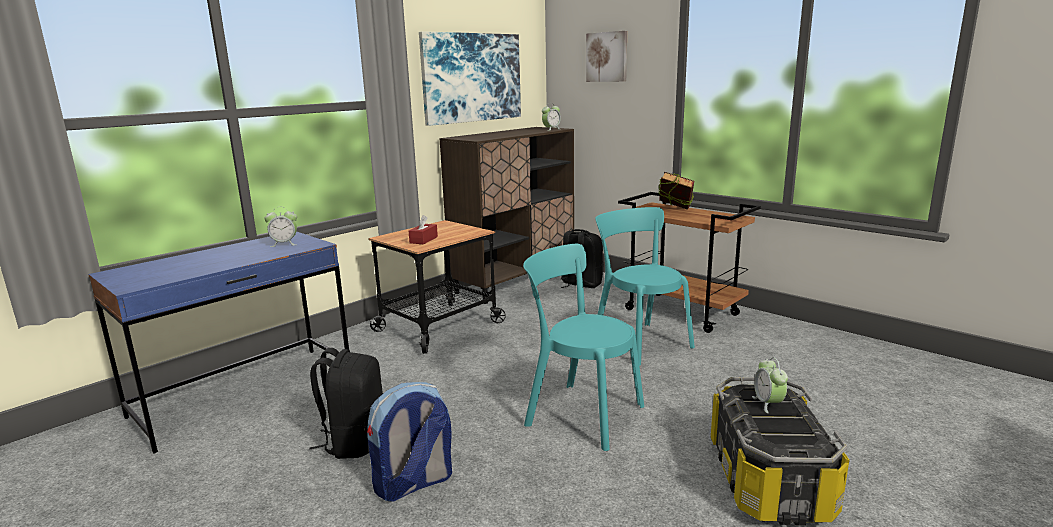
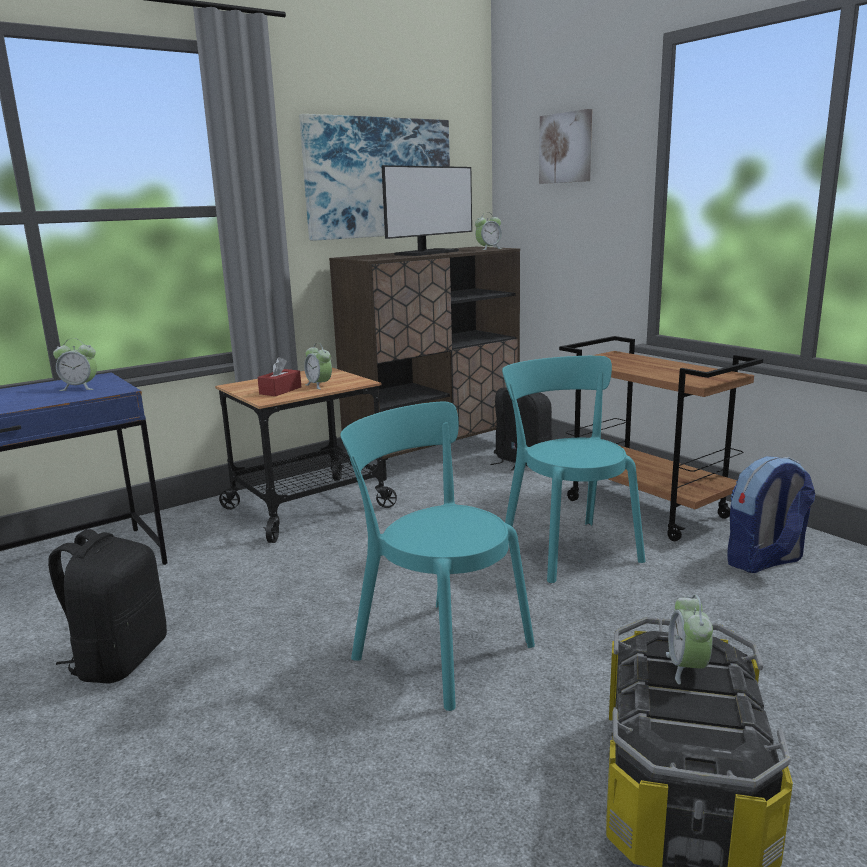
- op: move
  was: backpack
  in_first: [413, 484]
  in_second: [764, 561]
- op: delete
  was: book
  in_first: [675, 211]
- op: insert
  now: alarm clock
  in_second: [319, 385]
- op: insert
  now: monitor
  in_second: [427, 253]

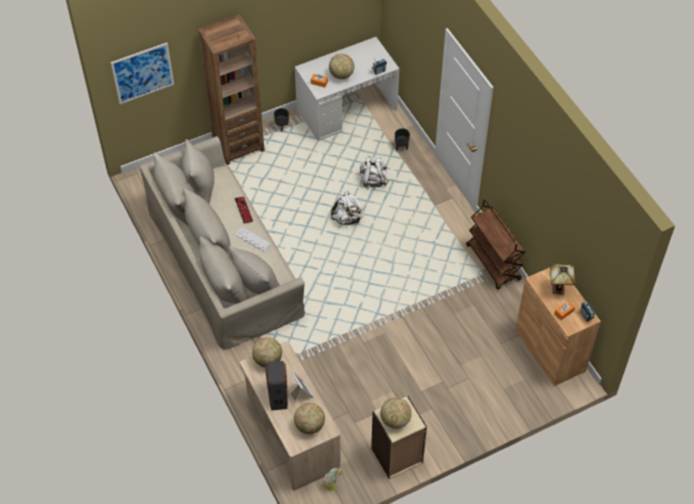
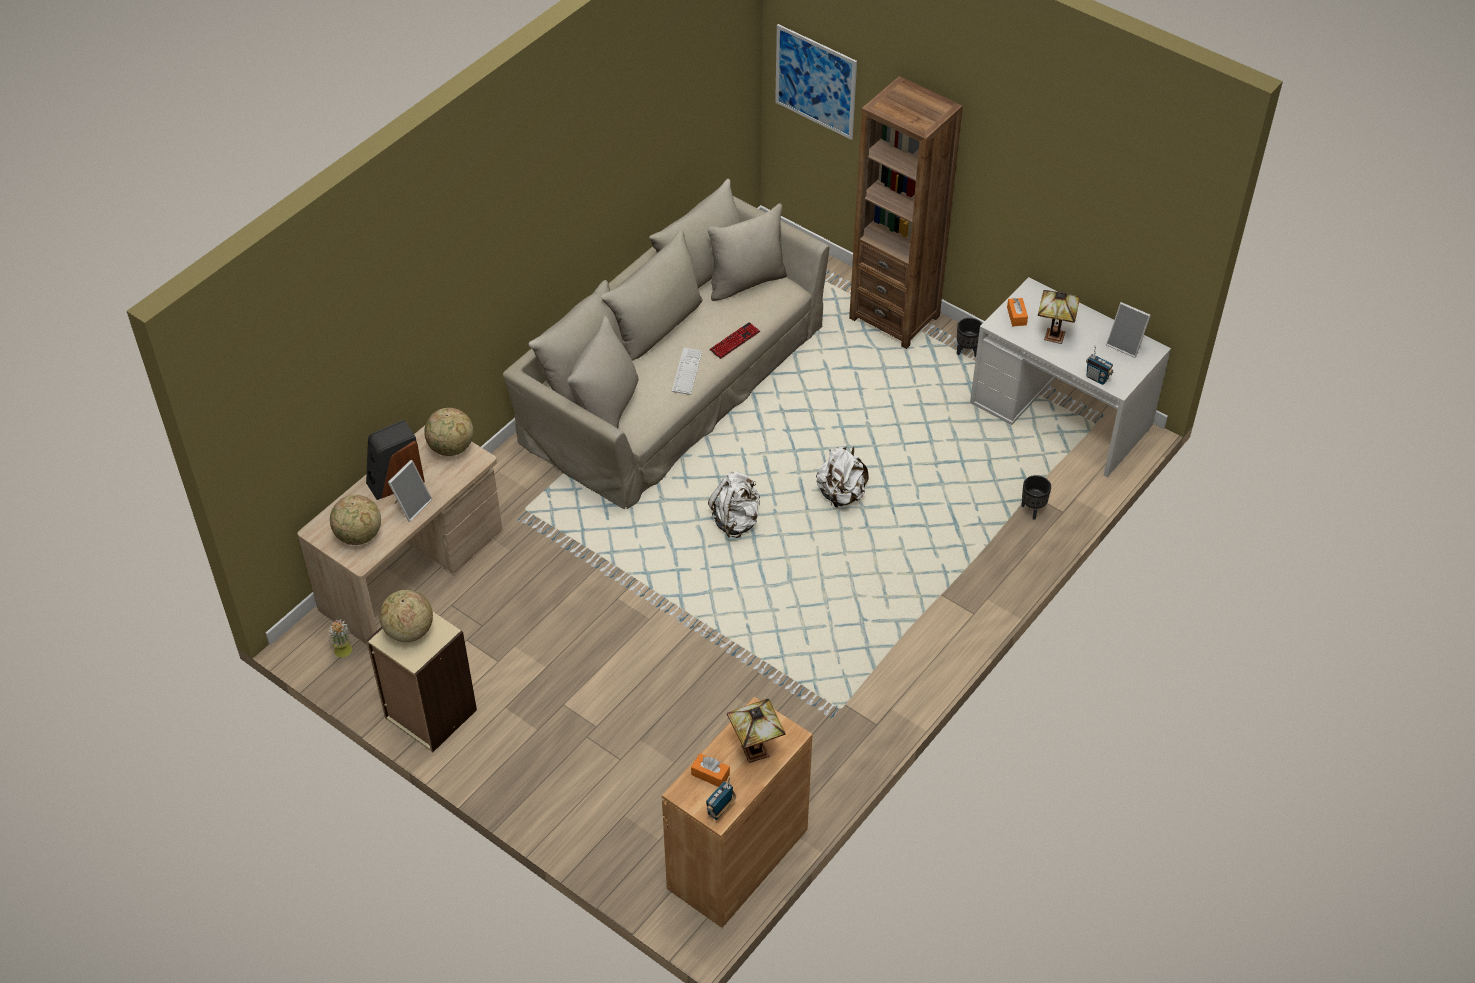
- op: replace
  was: globe
  now: table lamp
  in_first: [341, 75]
  in_second: [1052, 336]
- op: move
  was: white backpack
  in_first: [373, 180]
  in_second: [736, 521]
- op: delete
  was: brown cart
  in_first: [493, 263]
- op: insert
  now: picture frame
  in_second: [1126, 345]

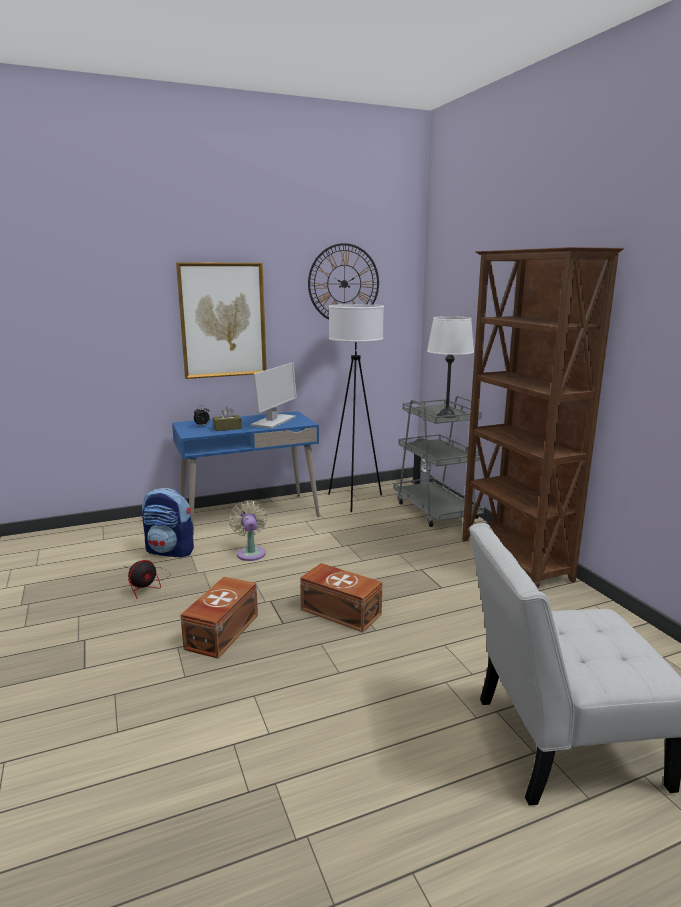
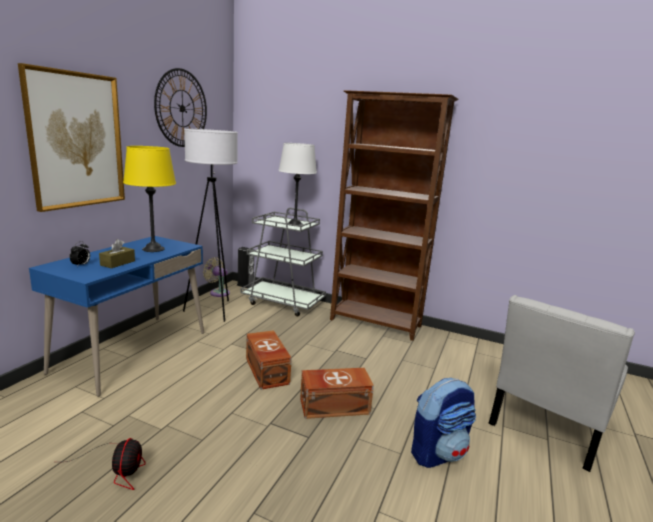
- op: move
  was: backpack
  in_first: [170, 551]
  in_second: [438, 452]
- op: move
  was: brown storage box
  in_first: [220, 632]
  in_second: [266, 371]
- op: move
  was: beige fan
  in_first: [250, 552]
  in_second: [218, 292]
- op: replace
  was: monitor
  now: yellow table lamp
  in_first: [273, 421]
  in_second: [153, 249]

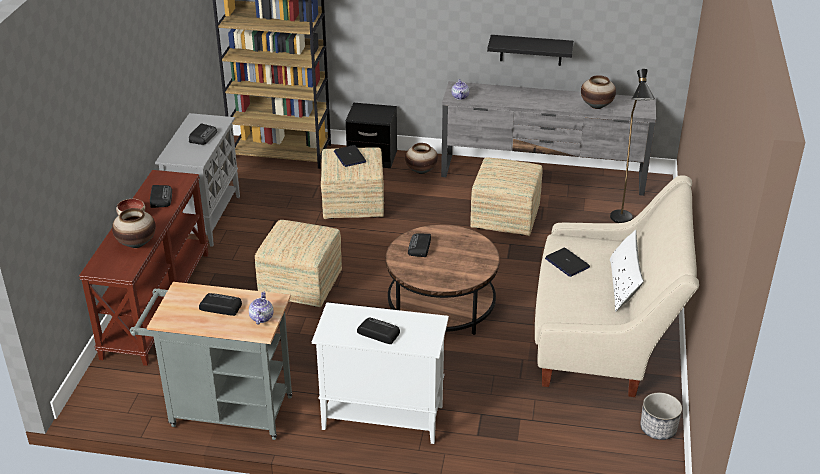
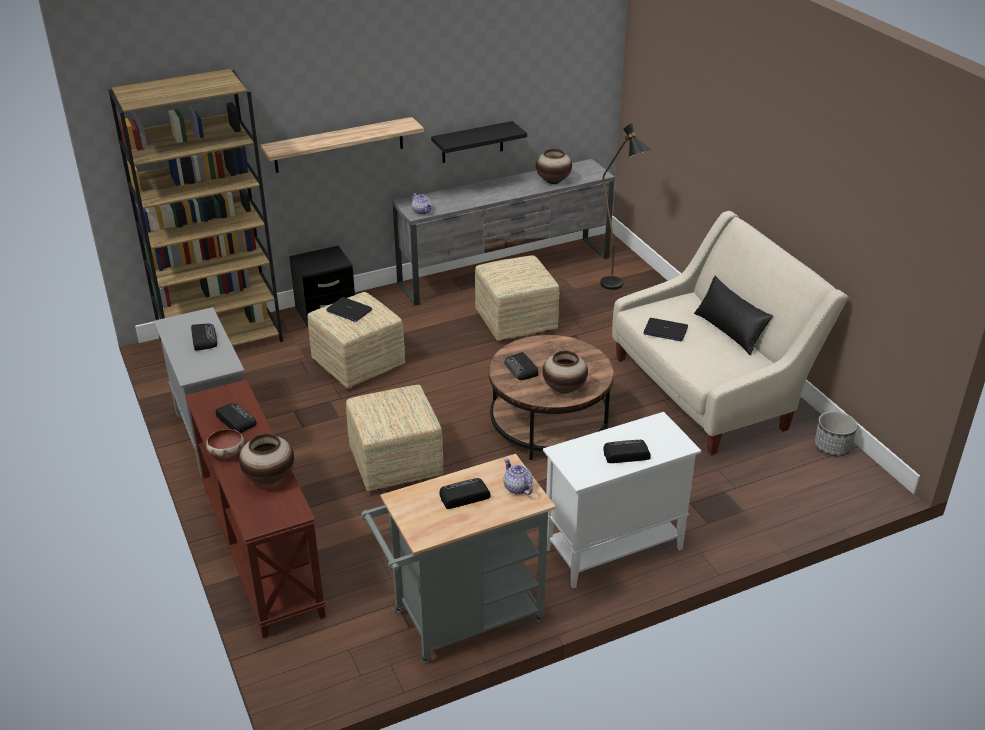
- op: move
  was: vase
  in_first: [421, 171]
  in_second: [564, 388]
- op: recolor
  was: white pillow
  now: black pillow
  in_first: [623, 285]
  in_second: [729, 330]
- op: insert
  now: shelf
  in_second: [339, 145]

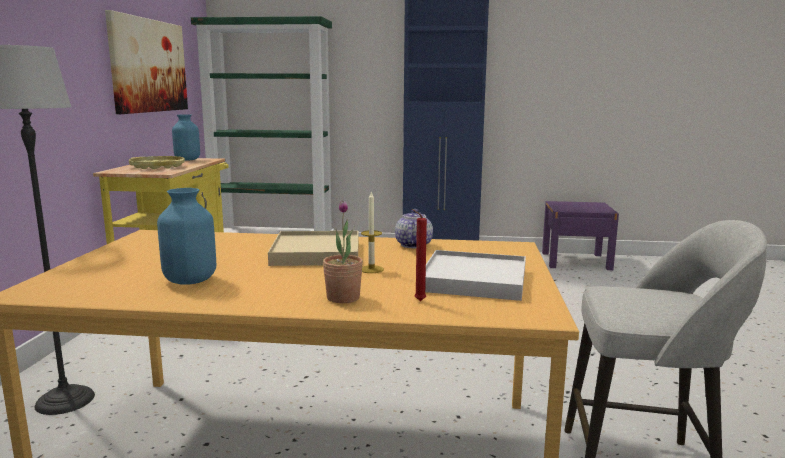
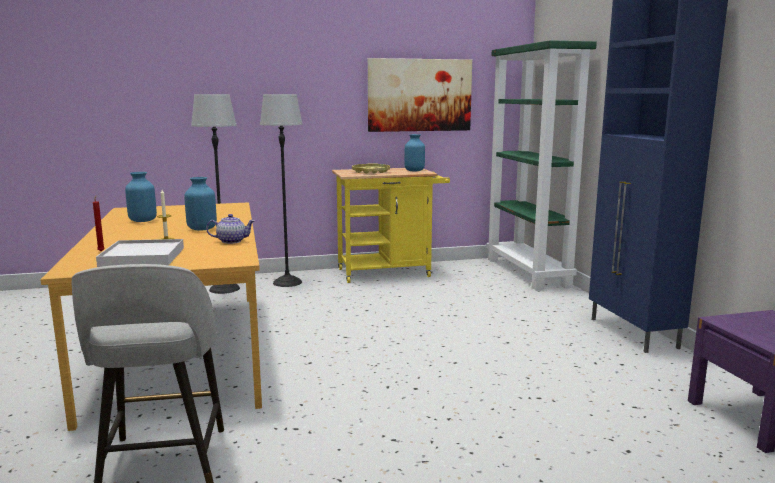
- op: replace
  was: beige tray
  now: blue vase
  in_first: [316, 253]
  in_second: [202, 229]
- op: delete
  was: potted plant
  in_first: [343, 298]
- op: insert
  now: floor lamp
  in_second: [287, 282]

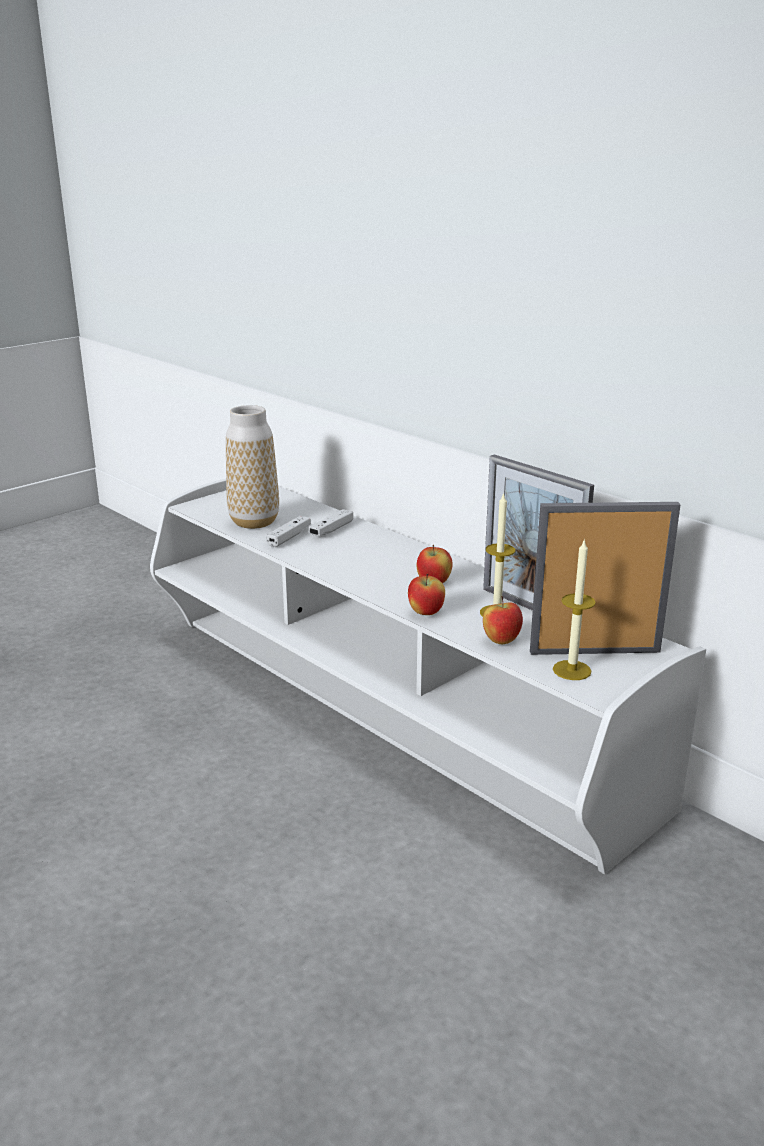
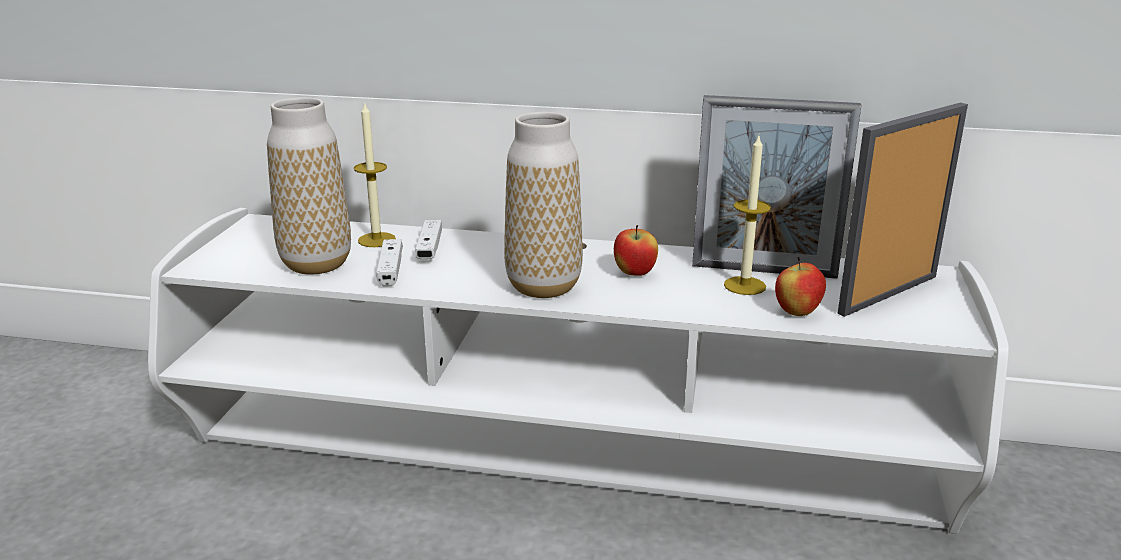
- op: delete
  was: apple
  in_first: [426, 613]
- op: move
  was: candle
  in_first: [572, 670]
  in_second: [376, 240]
- op: insert
  now: vase
  in_second: [543, 286]

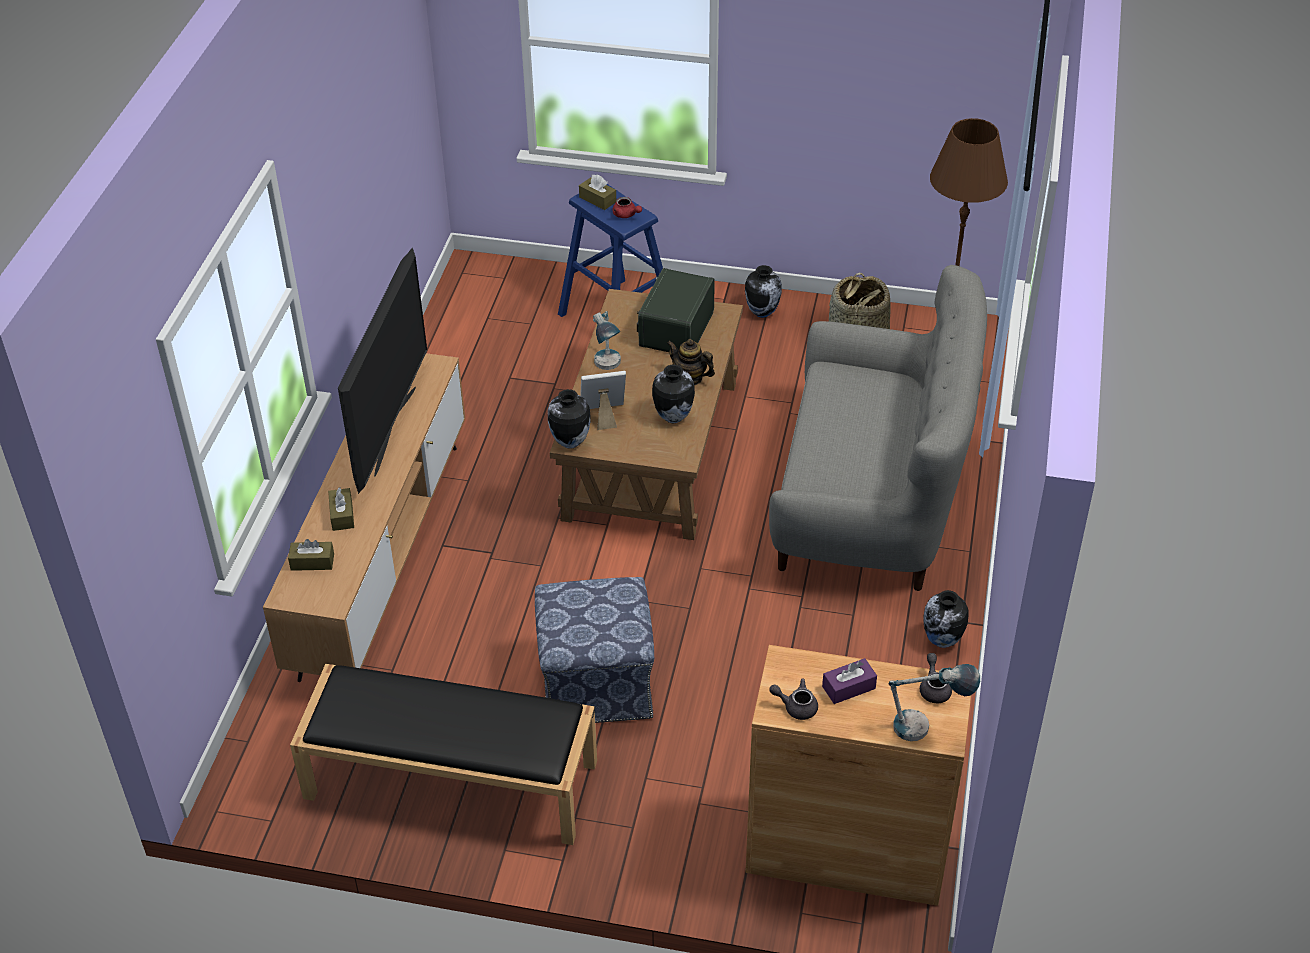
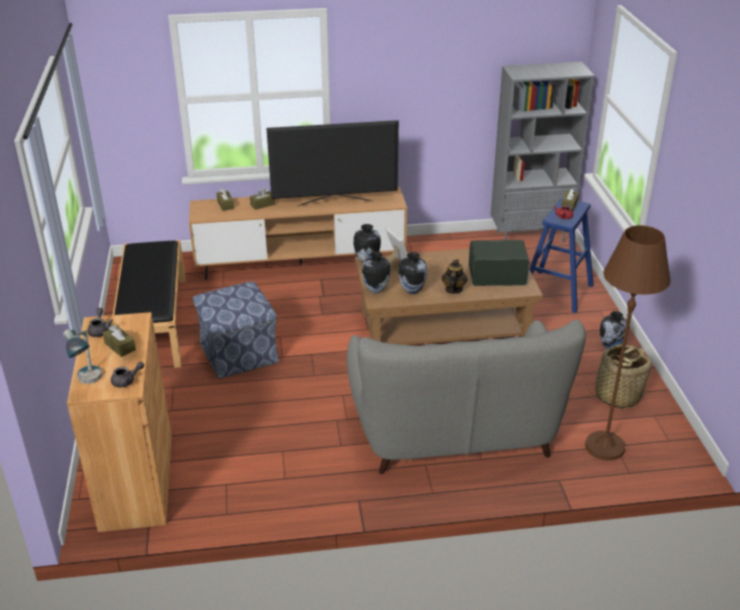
- op: delete
  was: table lamp
  in_first: [608, 369]
- op: recolor
  was: purple tissue box
  now: brown tissue box
  in_first: [848, 687]
  in_second: [120, 346]
- op: move
  was: vase
  in_first: [942, 641]
  in_second: [375, 290]
- op: insert
  now: grey bookcase
  in_second: [530, 236]

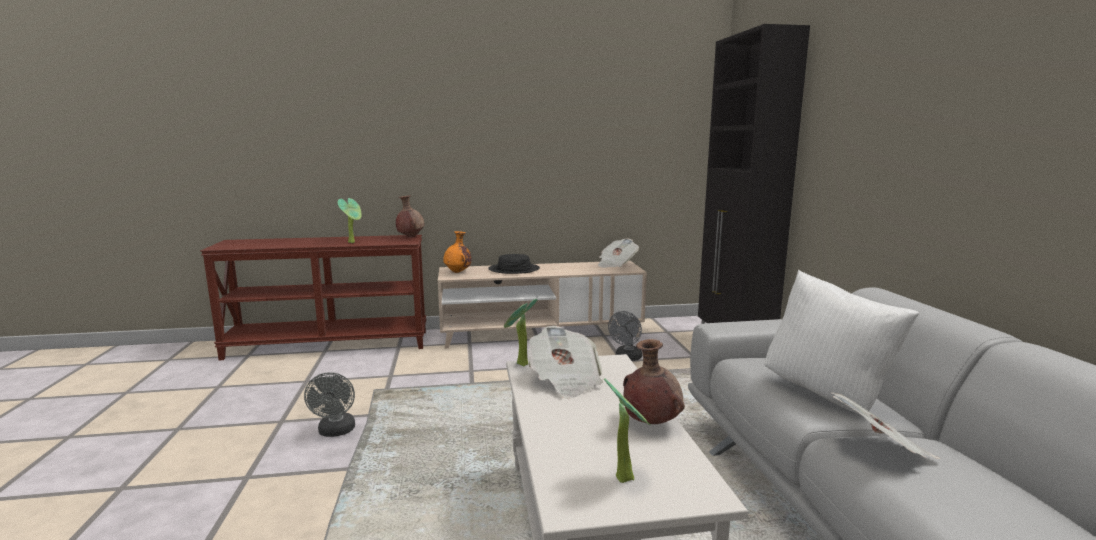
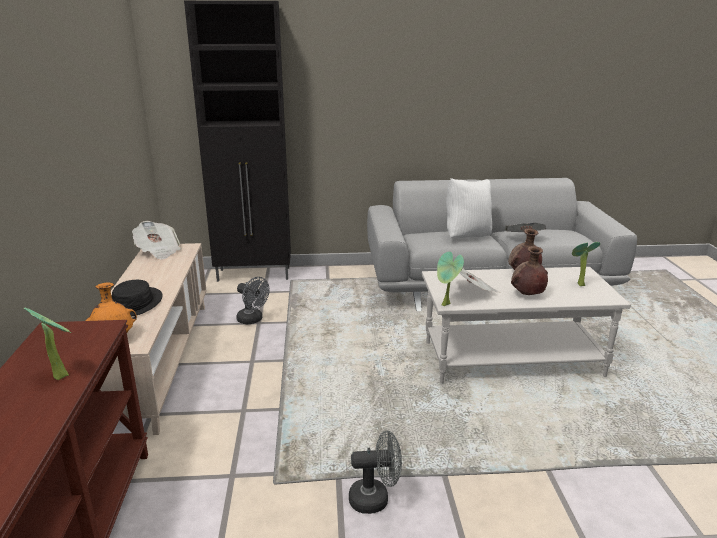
- op: move
  was: brown vase
  in_first: [410, 237]
  in_second: [527, 295]

